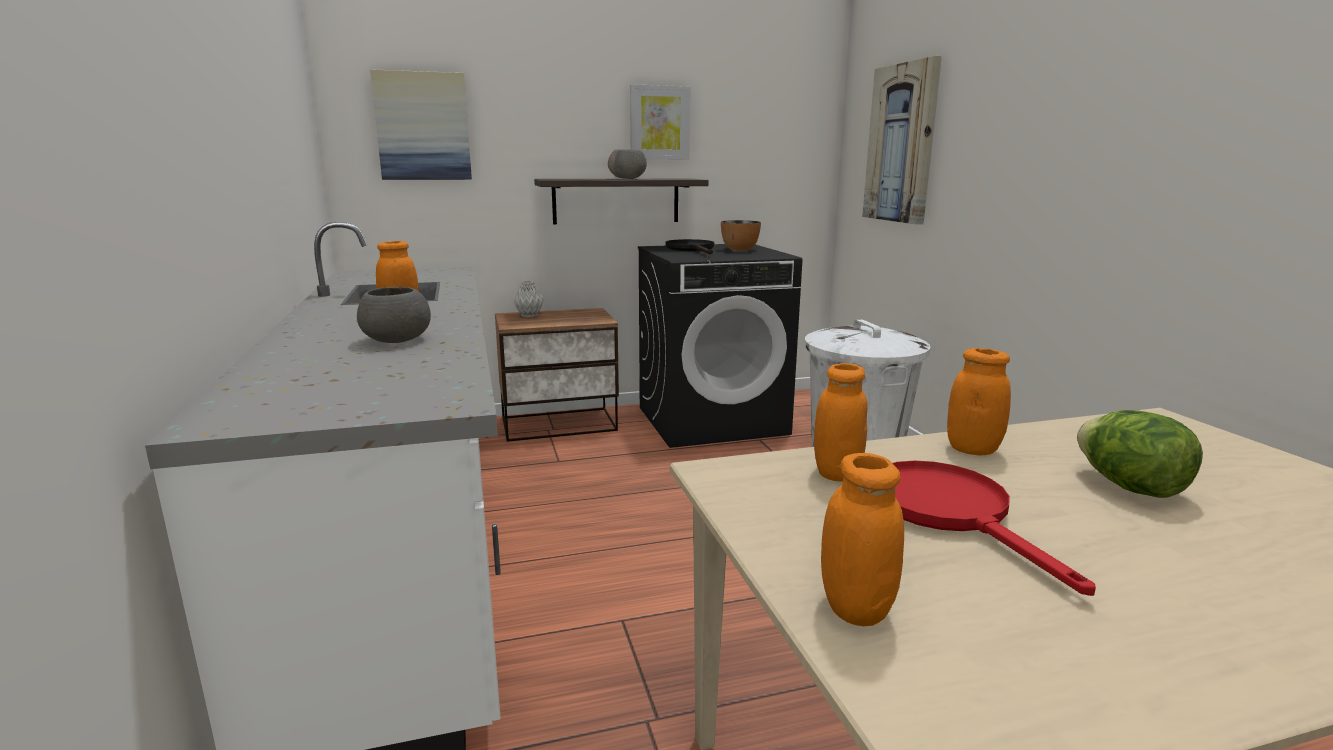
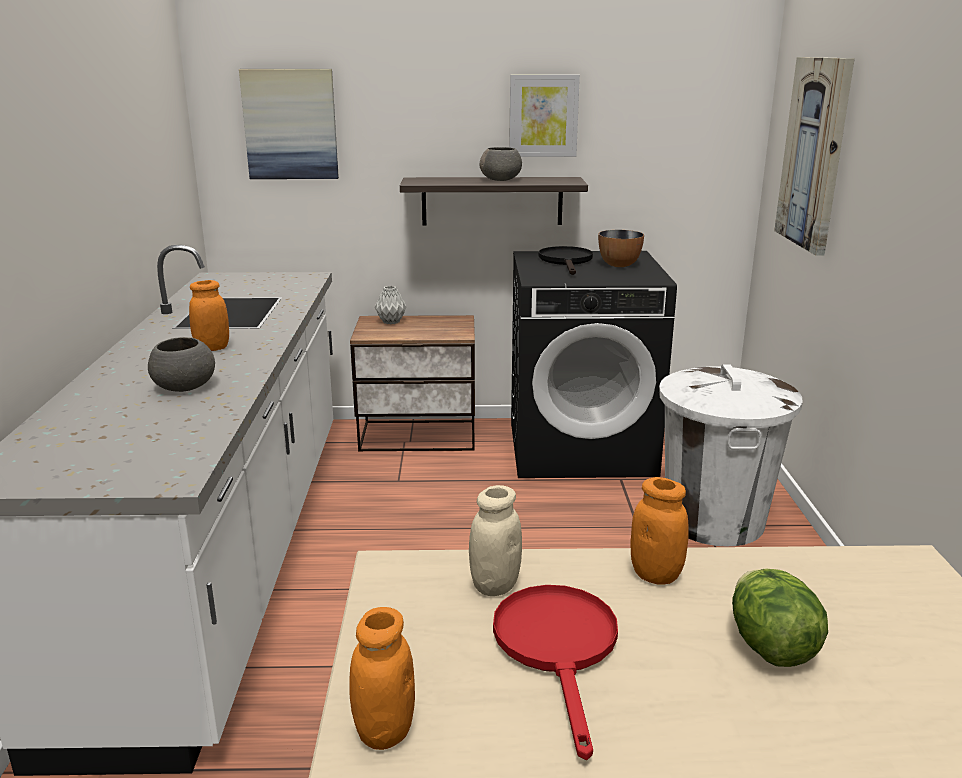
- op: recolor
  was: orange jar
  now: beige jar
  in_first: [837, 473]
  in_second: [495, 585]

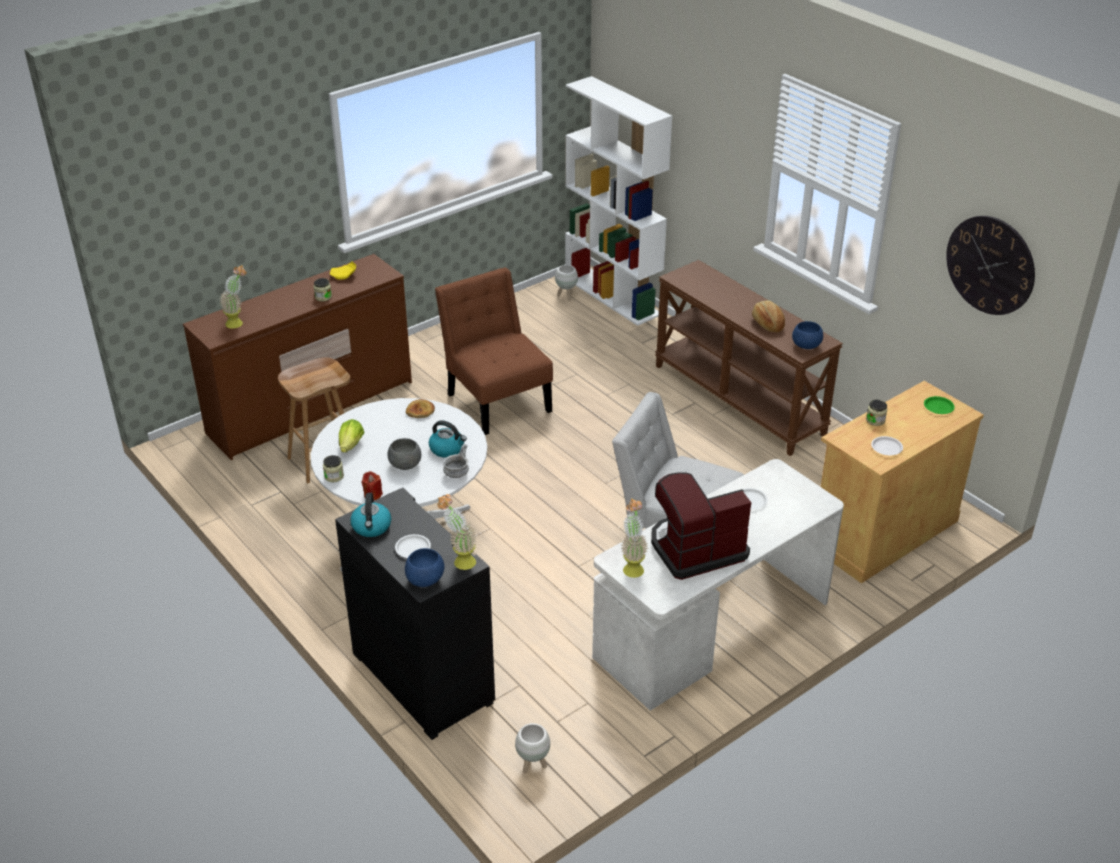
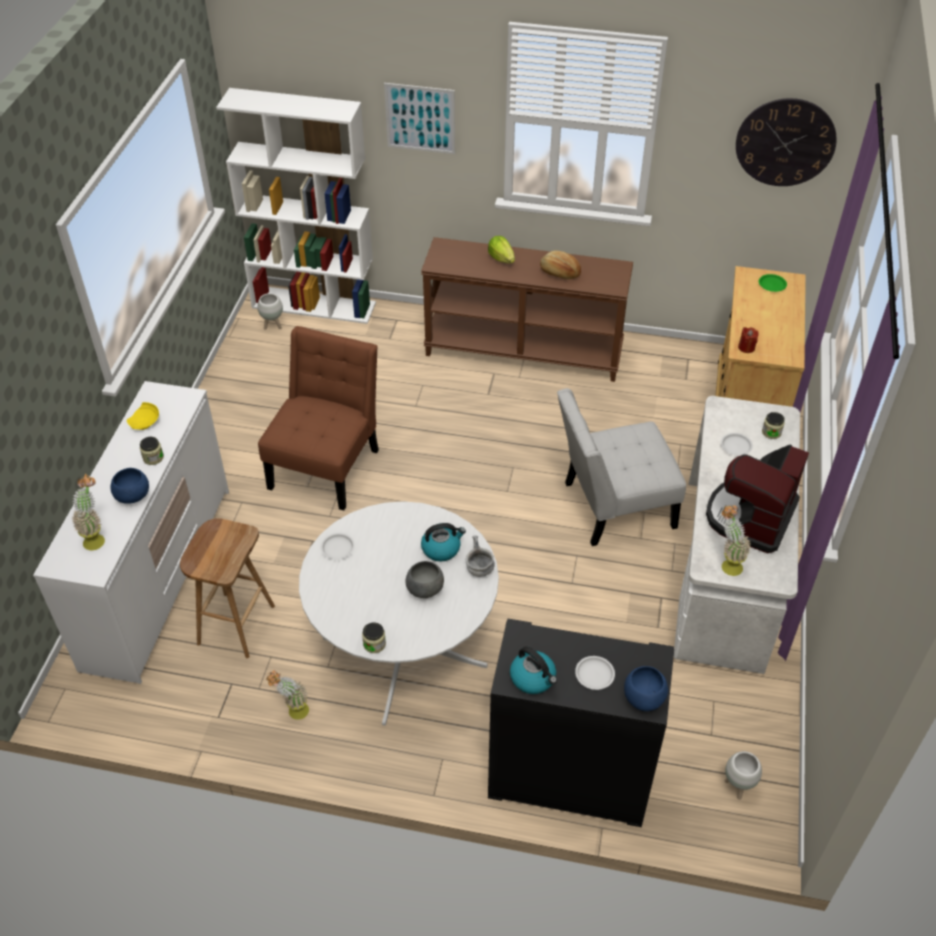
- op: recolor
  was: brown dresser
  now: white dresser
  in_first: [311, 408]
  in_second: [159, 576]
- op: move
  was: lettuce
  in_first: [351, 445]
  in_second: [501, 258]
- op: move
  was: red candle
  in_first: [373, 494]
  in_second: [746, 347]
- op: delete
  was: bread
  in_first: [420, 411]
- op: rotate
  was: brown chair
  in_first: [496, 399]
  in_second: [327, 464]
  clockwise: 90
- op: move
  was: potted plant
  in_first: [459, 561]
  in_second: [293, 712]
- op: move
  was: blue bowl
  in_first: [806, 346]
  in_second: [133, 497]
- op: move
  was: jar
  in_first: [875, 420]
  in_second: [771, 432]
- op: move
  was: white plate
  in_first: [886, 448]
  in_second: [338, 548]
- op: insert
  now: picture
  in_second: [420, 118]

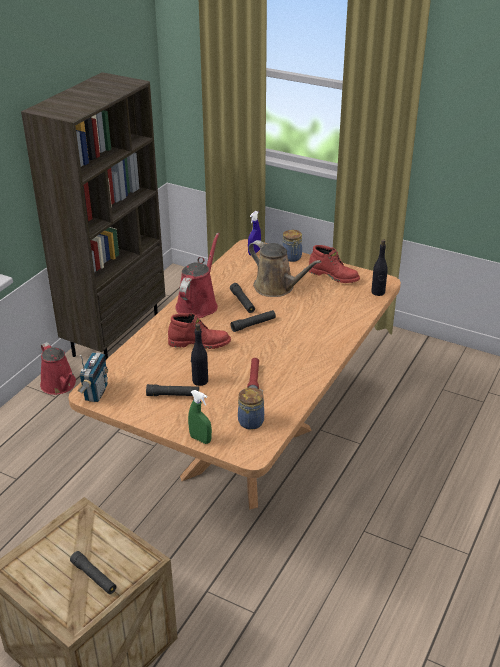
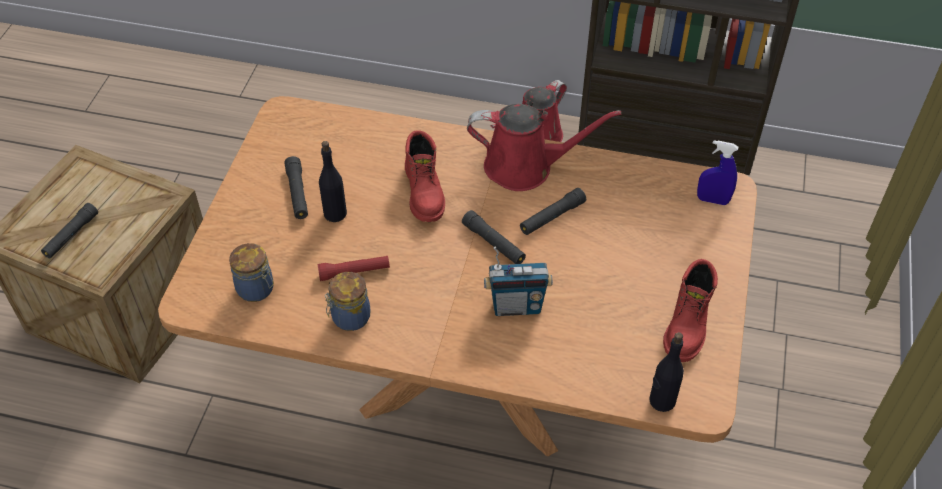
- op: move
  was: radio
  in_first: [95, 393]
  in_second: [516, 306]
- op: delete
  was: green spray bottle
  in_first: [200, 439]
- op: delete
  was: brown watering can
  in_first: [277, 287]
- op: move
  was: jar
  in_first: [292, 258]
  in_second: [349, 318]

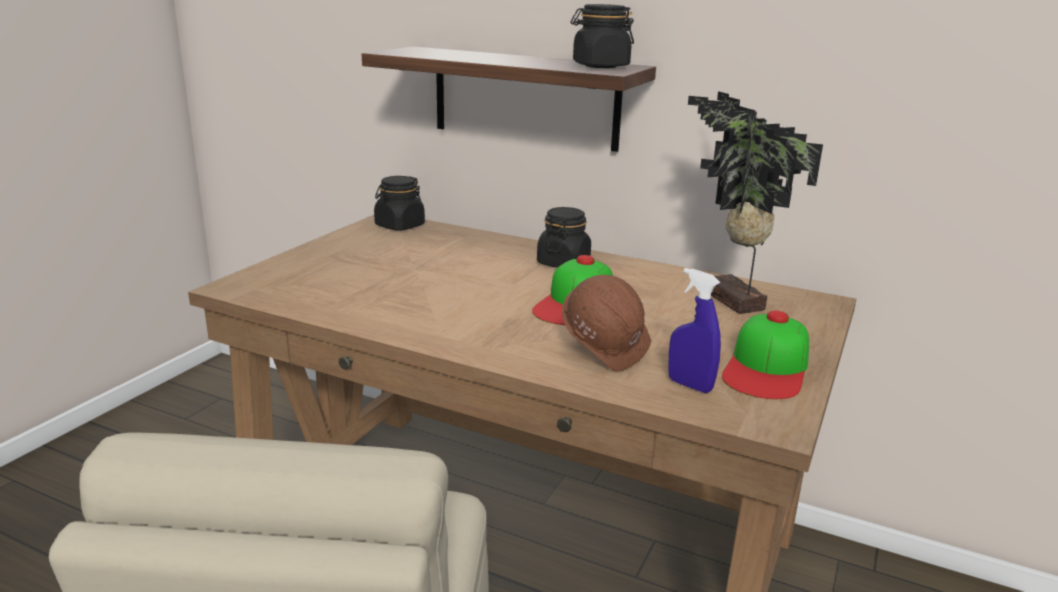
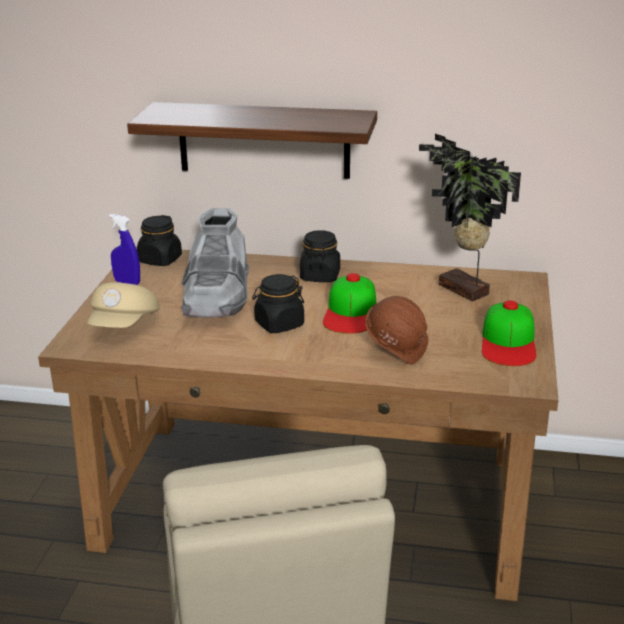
- op: move
  was: black jar
  in_first: [600, 66]
  in_second: [279, 324]
- op: move
  was: blue spray bottle
  in_first: [690, 385]
  in_second: [127, 282]
- op: insert
  now: beige cap
  in_second: [125, 325]
- op: insert
  now: grey boot
  in_second: [217, 299]

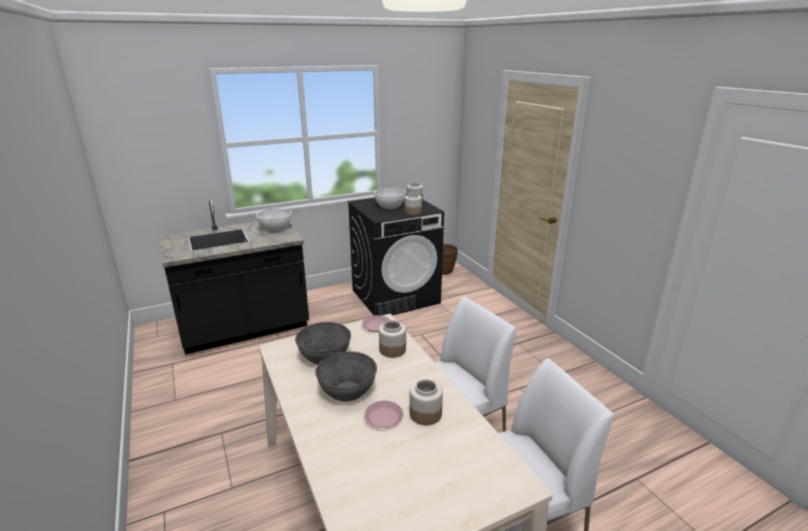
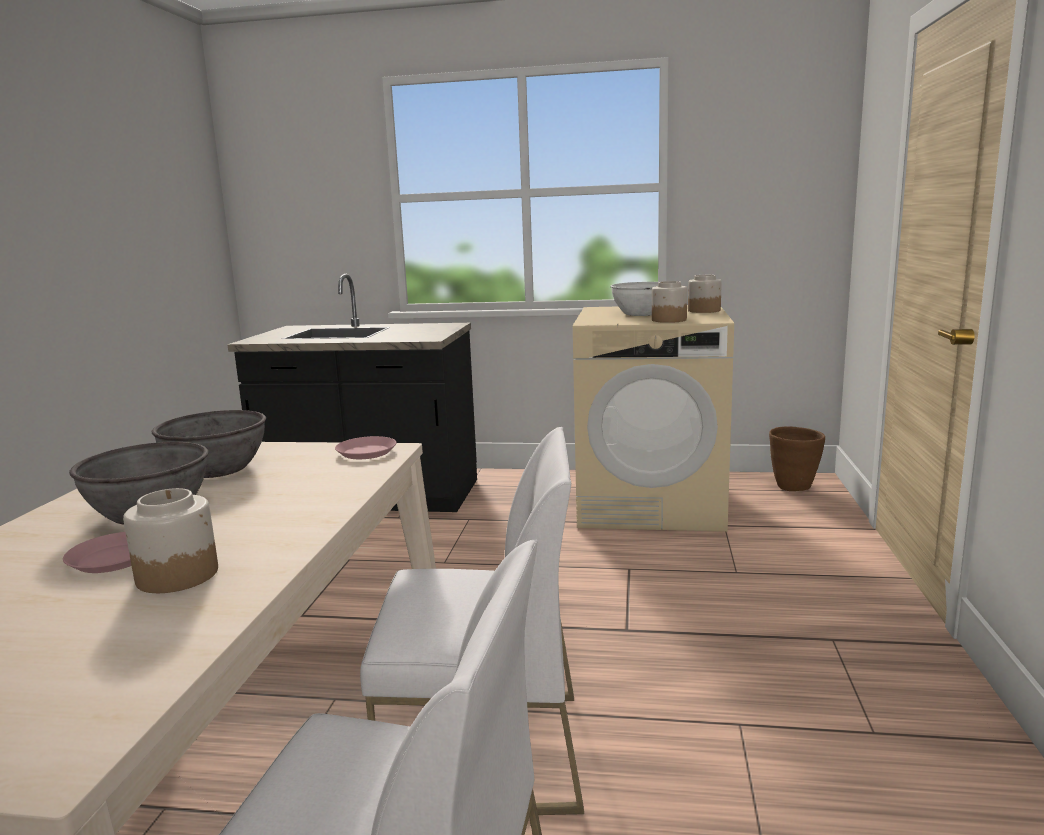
- op: delete
  was: white bowl
  in_first: [275, 228]
- op: recolor
  was: black washing machine
  now: beige washing machine
  in_first: [396, 296]
  in_second: [651, 504]
- op: delete
  was: jar
  in_first: [392, 350]

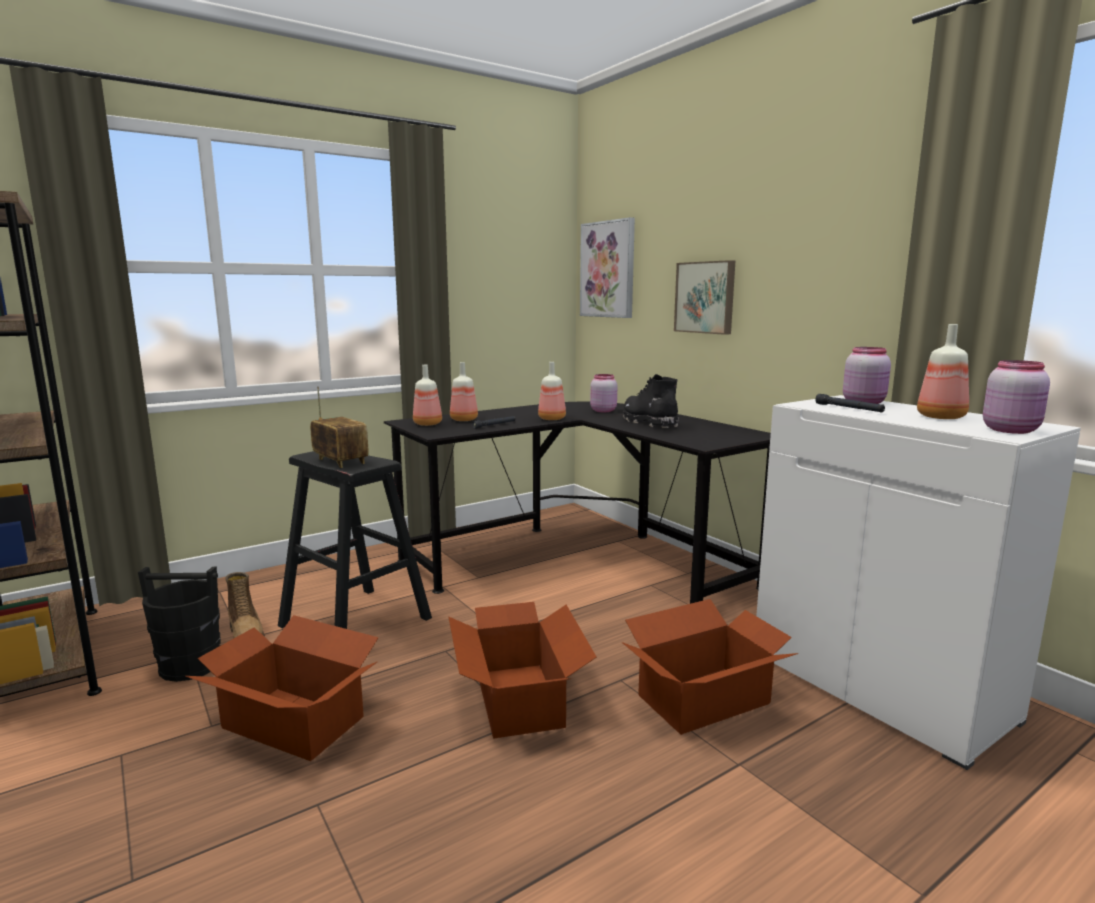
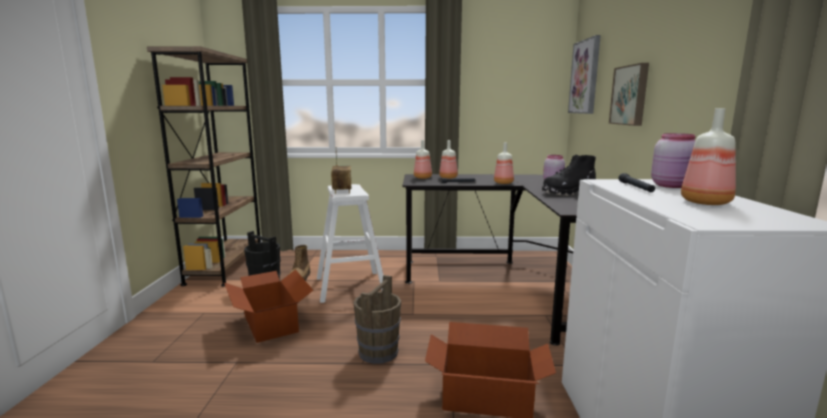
- op: recolor
  was: black stool
  now: white stool
  in_first: [355, 622]
  in_second: [350, 286]
- op: replace
  was: cardboard box
  now: brown bucket
  in_first: [520, 698]
  in_second: [378, 352]
- op: rotate
  was: black boot
  in_first: [649, 422]
  in_second: [567, 192]
  clockwise: -120
- op: delete
  was: pink jar
  in_first: [1011, 430]

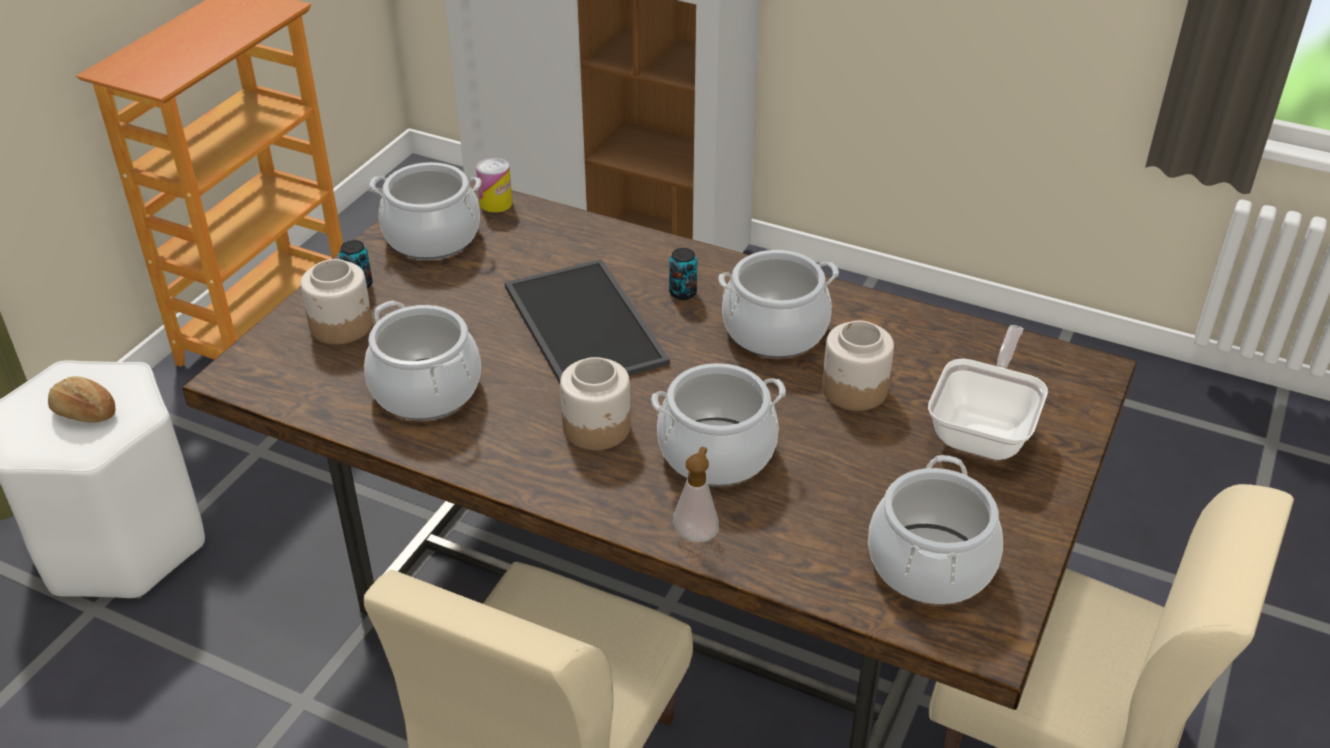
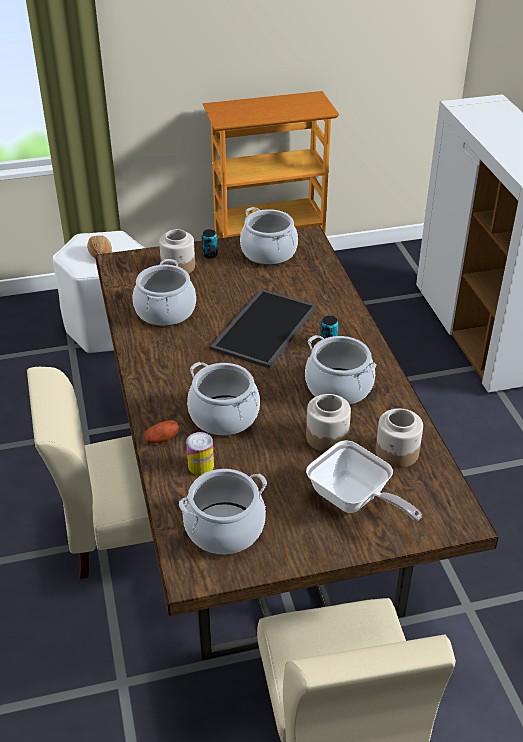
- op: move
  was: can
  in_first: [496, 203]
  in_second: [201, 466]
- op: move
  was: jar
  in_first: [597, 428]
  in_second: [397, 453]
- op: replace
  was: soap dispenser
  now: potato
  in_first: [696, 533]
  in_second: [162, 438]
- op: rotate
  was: frying pan
  in_first: [985, 429]
  in_second: [354, 500]
  clockwise: 60

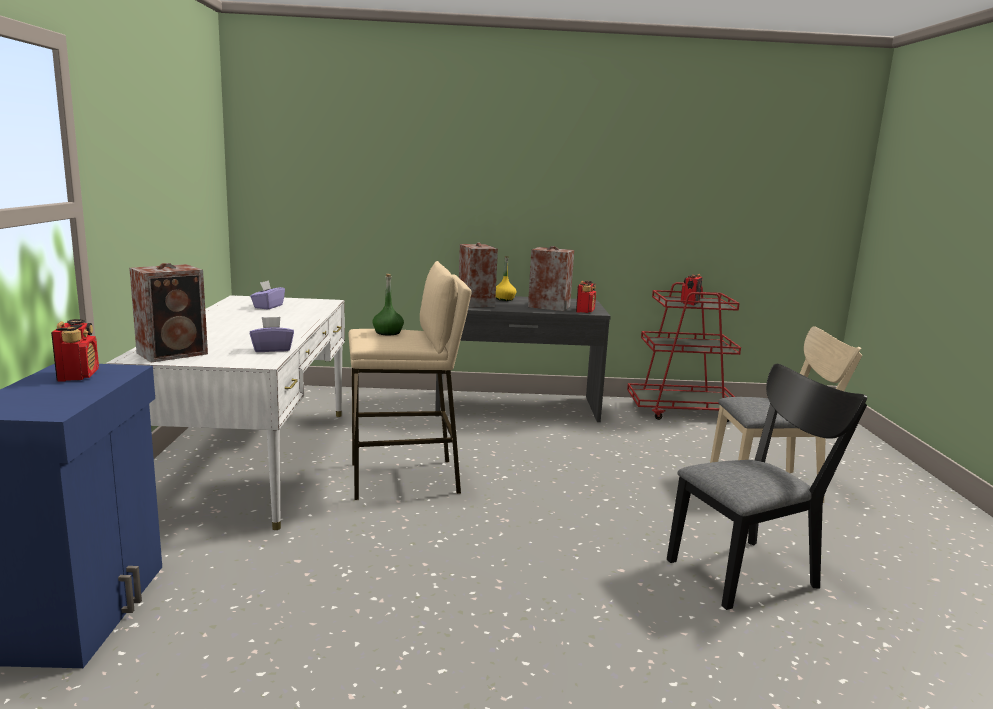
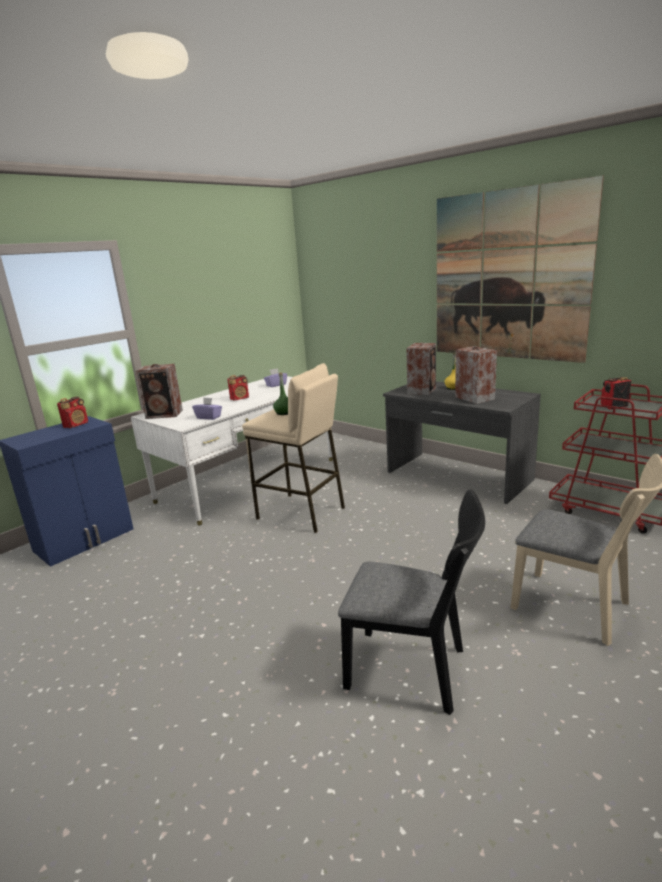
- op: move
  was: radio
  in_first: [585, 311]
  in_second: [240, 398]
- op: insert
  now: picture
  in_second: [508, 276]

